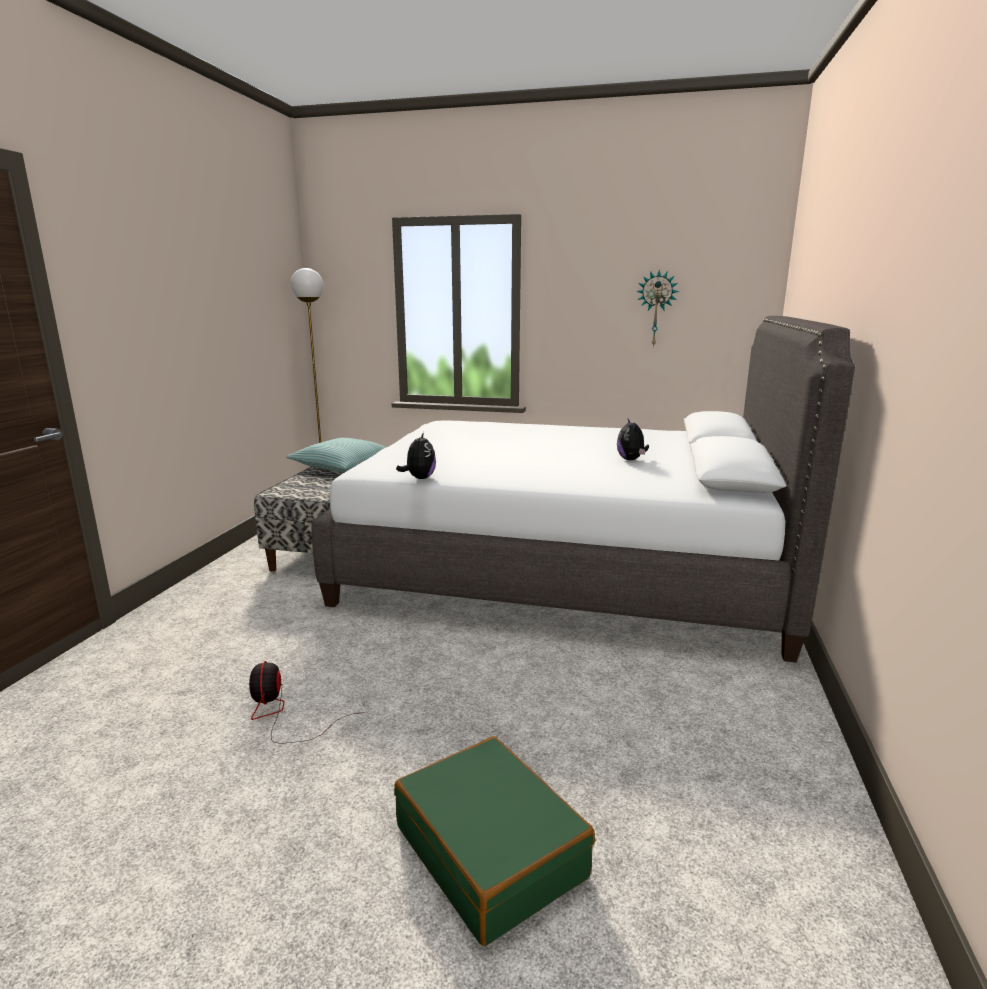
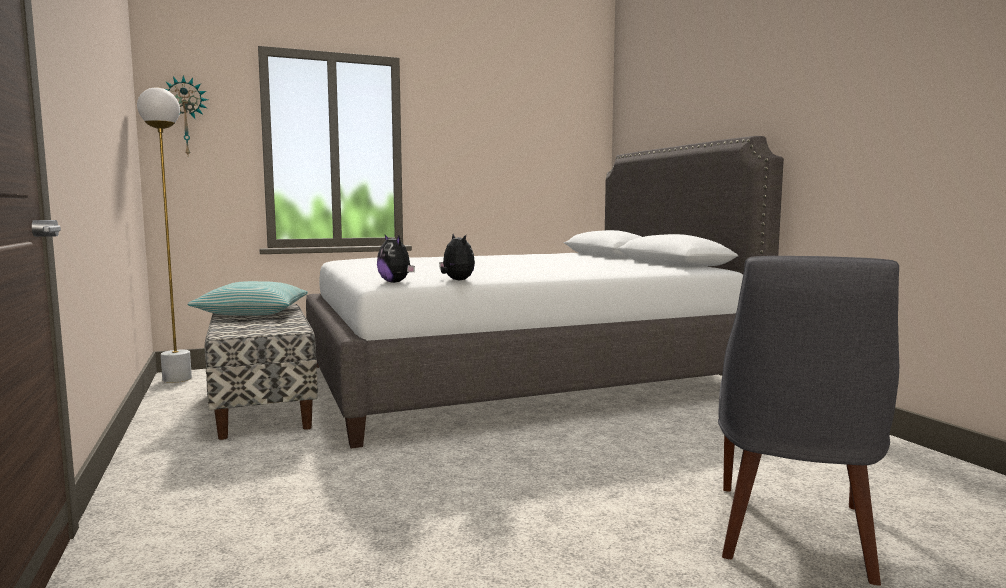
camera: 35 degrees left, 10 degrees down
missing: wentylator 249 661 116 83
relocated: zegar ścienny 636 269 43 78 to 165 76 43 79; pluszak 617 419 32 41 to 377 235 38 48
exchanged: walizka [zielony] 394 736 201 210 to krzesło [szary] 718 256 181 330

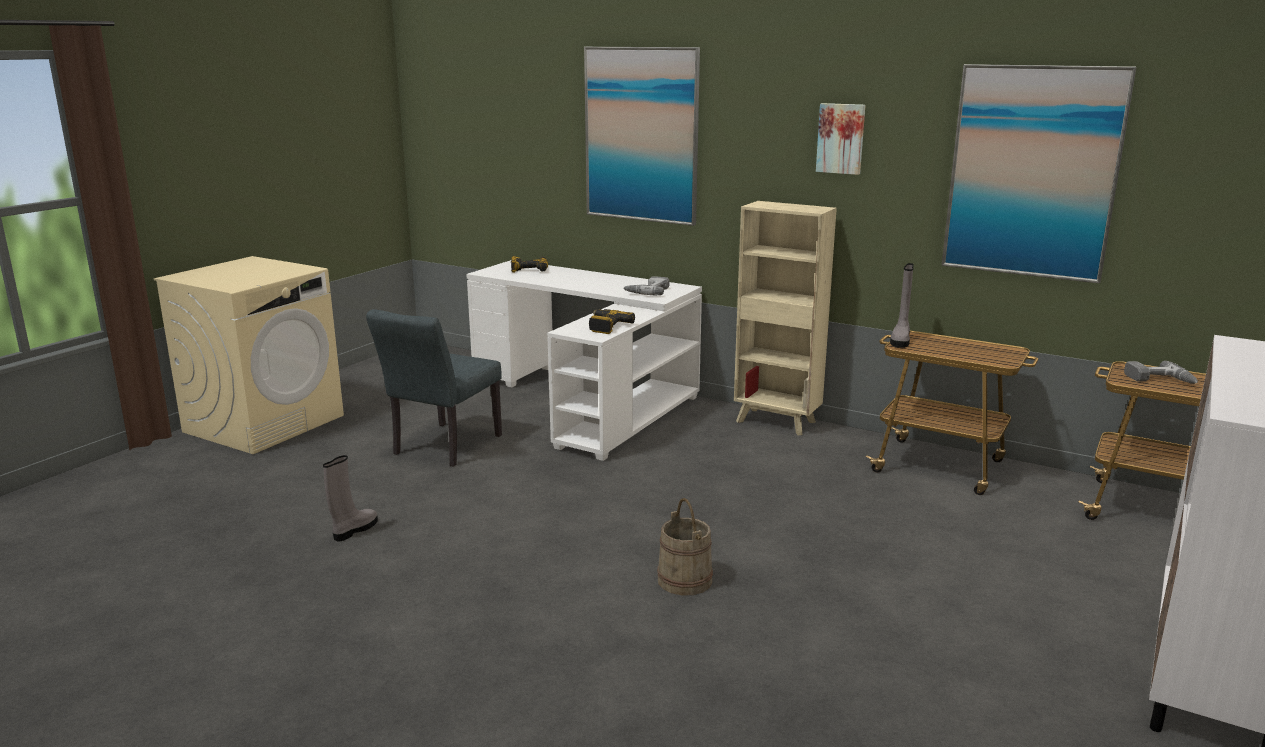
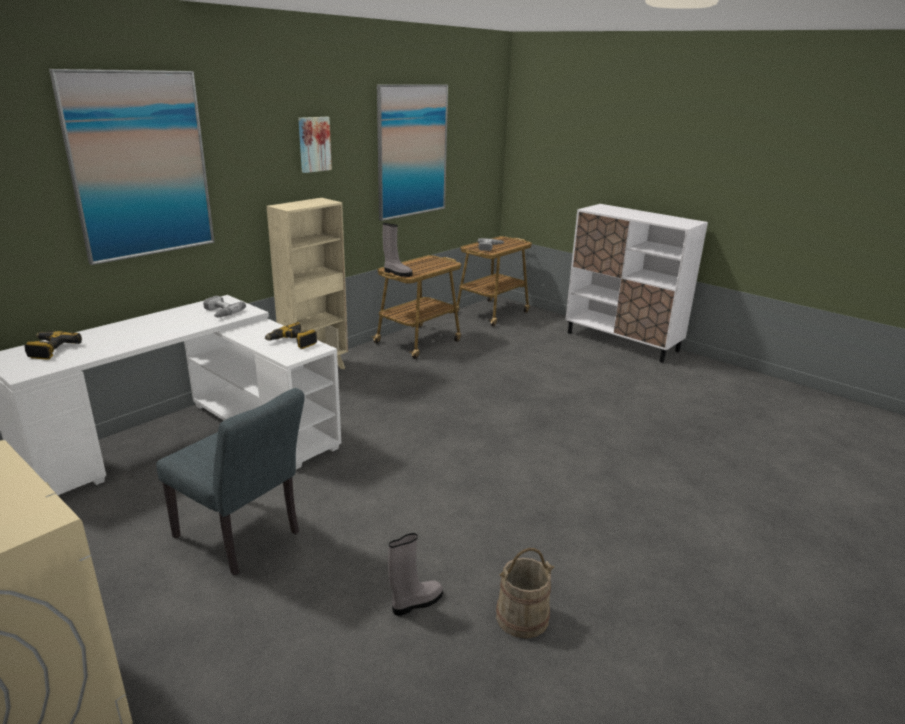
camera: 80 degrees left, 5 degrees up
relocated: wiadro [beżowy] 657 498 56 97 to 496 548 58 91
spun: but z cholewką [szary] 323 455 55 86 = 388 533 55 83 105 degrees clockwise

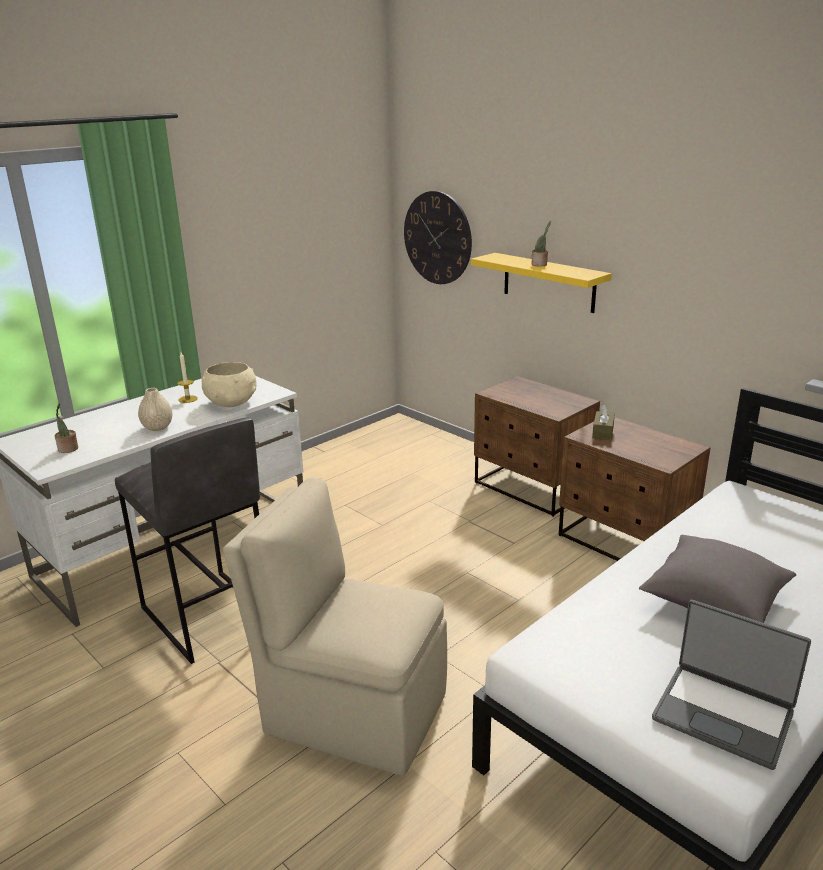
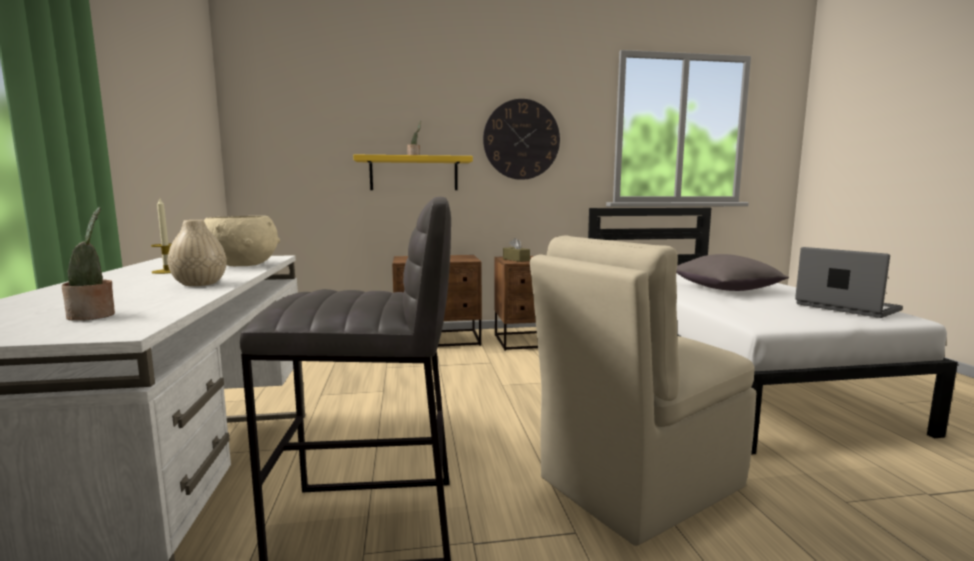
camera: 55 degrees left, 15 degrees down
relocated: zegar ścienny 404 191 68 93 to 483 99 77 81
spun: laptop 652 600 159 170 = 795 247 108 71 105 degrees counterclockwise

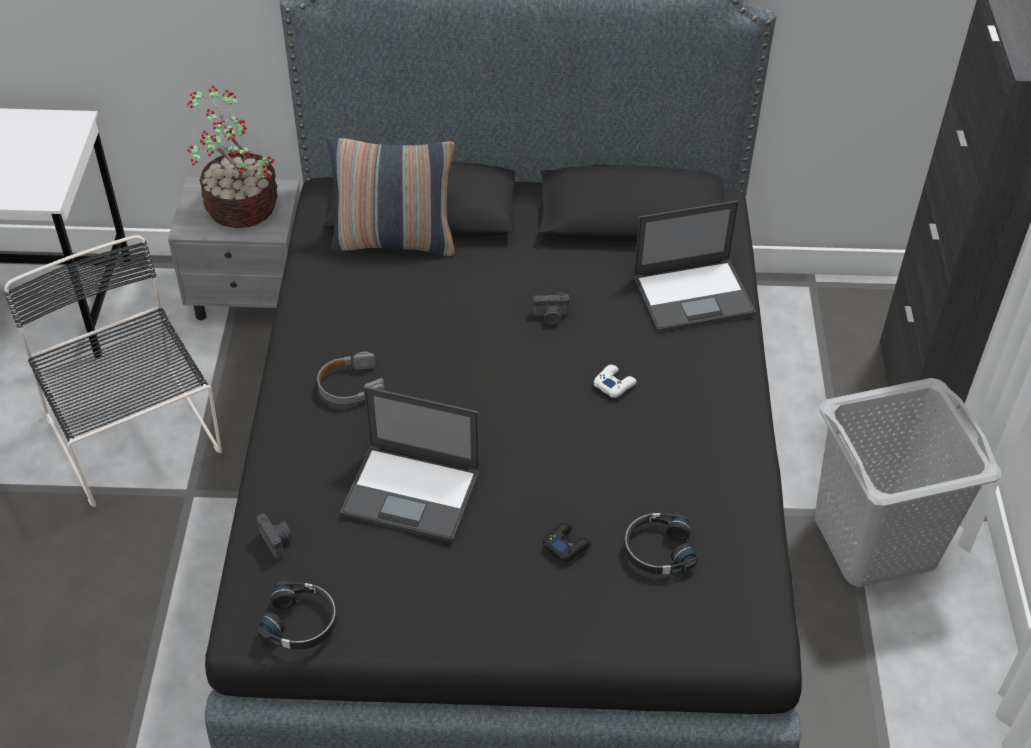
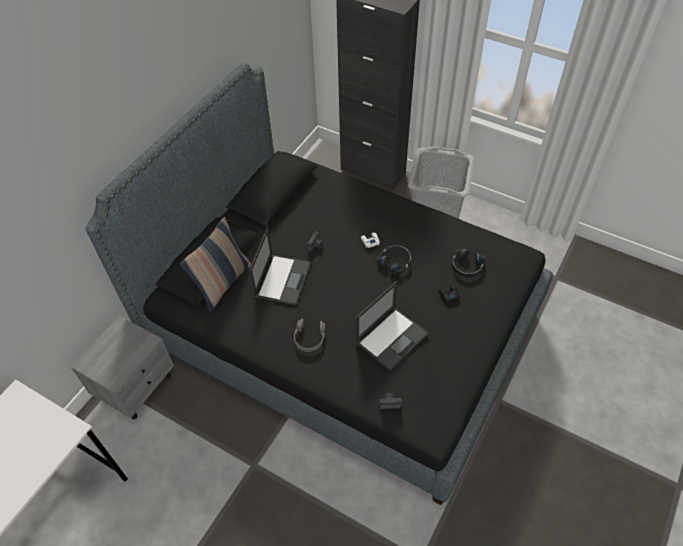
camera: 60 degrees left, 5 degrees up
missing: krzesło [czarny] 4 235 218 272; roślina doniczkowa 187 85 91 143
relocated: laptop 633 200 123 132 to 249 228 62 77; słuchawki [czarny] 257 581 80 69 to 377 245 34 30

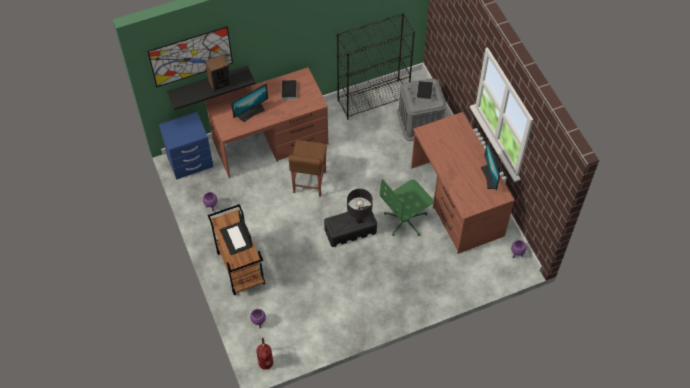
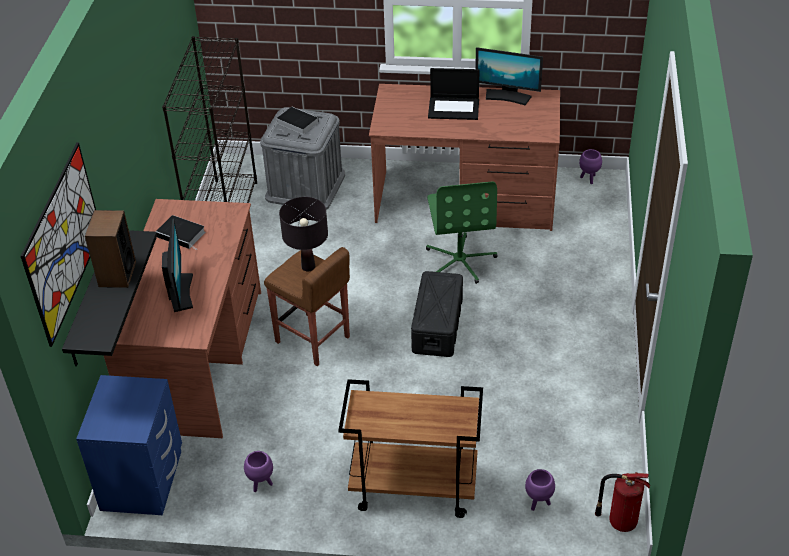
camera: 60 degrees left, 15 degrees down
relocated: lampa stołowa [czarny] 347 189 26 34 to 279 197 49 74; laptop 220 211 32 44 to 428 68 52 52

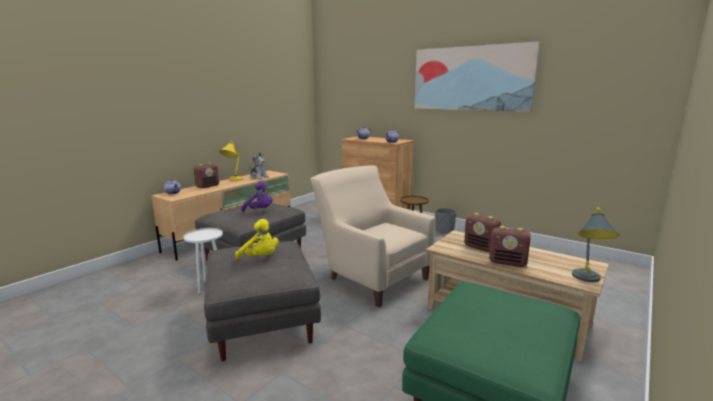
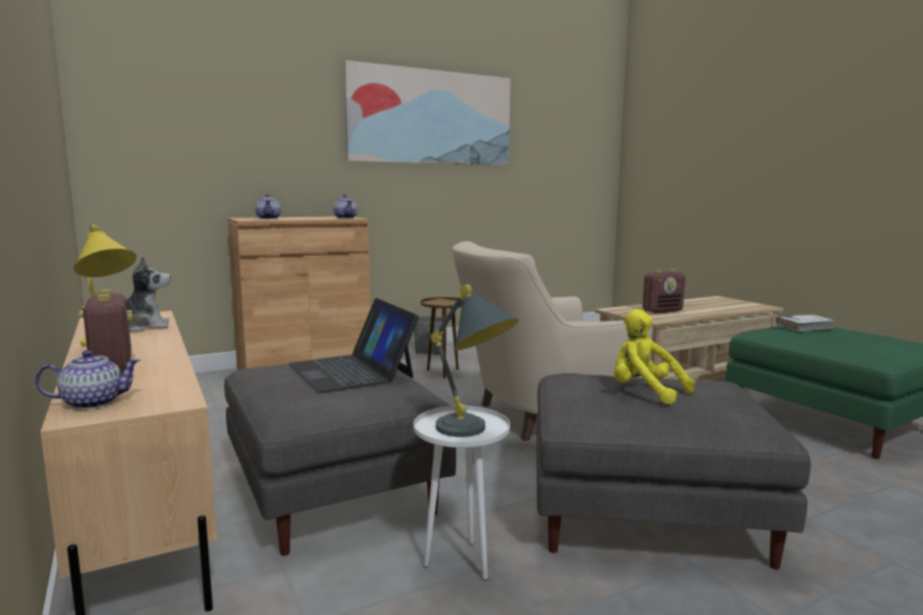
camera: 65 degrees left, 5 degrees down
missing: radio 489 226 42 41
appeared: książka [biały] 776 315 59 17
relocated: lampa stołowa [szary] 572 207 47 75 to 431 284 87 153
exchanged: pluszak [fioletowy] 241 181 32 31 to laptop 289 298 130 95
spun: pluszak [żółty] 235 219 44 40 = 614 309 81 96 105 degrees counterclockwise

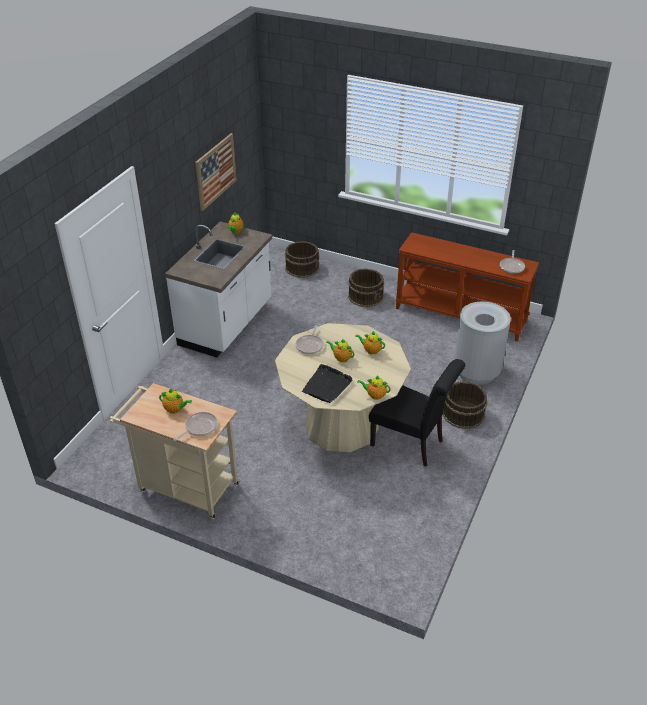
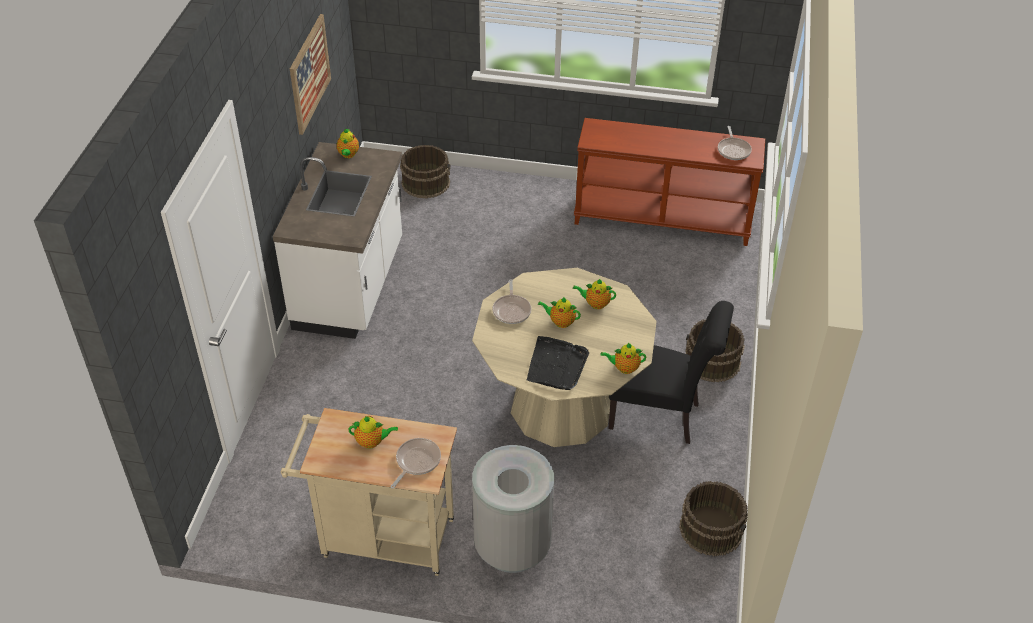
camera: 15 degrees left, 5 degrees up
relocated: kosz na śmieci [szary] 454 302 57 83 to 472 445 82 128; wiadro [brązowy] 348 268 36 39 to 679 481 69 75

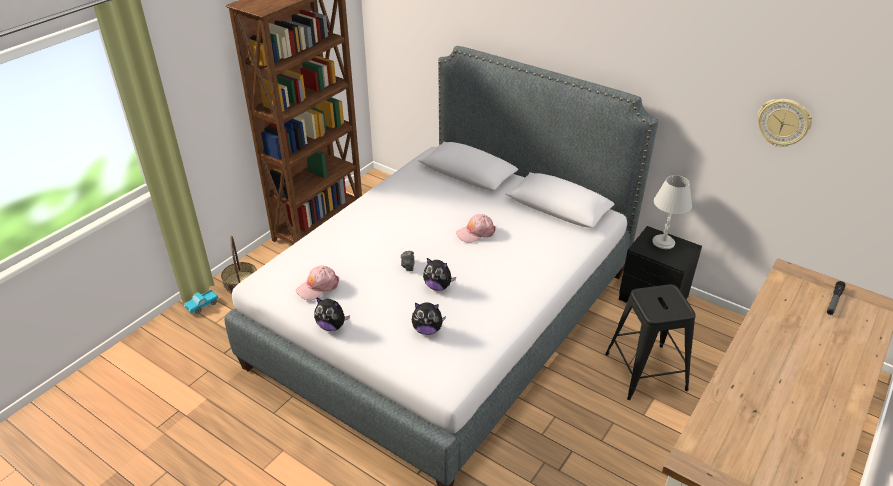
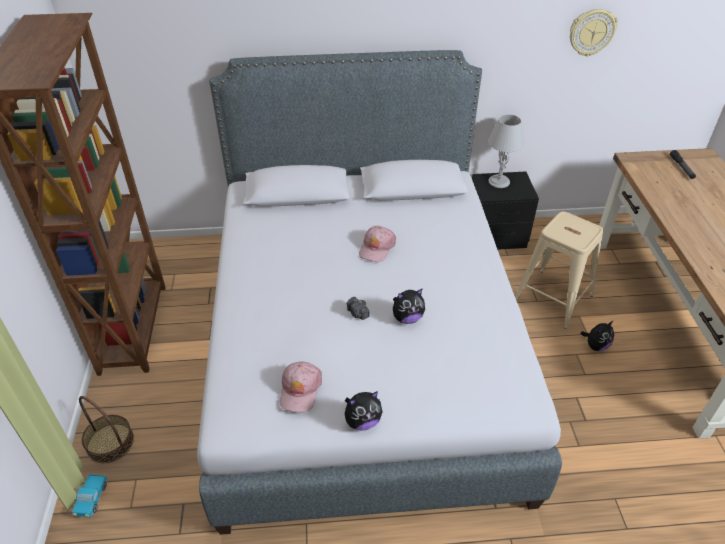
camera: 40 degrees left, 5 degrees up
relocated: pluszak 412 302 34 33 to 581 320 33 31
colour: stołek [czarny] 605 284 91 116 to stołek [beżowy] 515 211 89 118

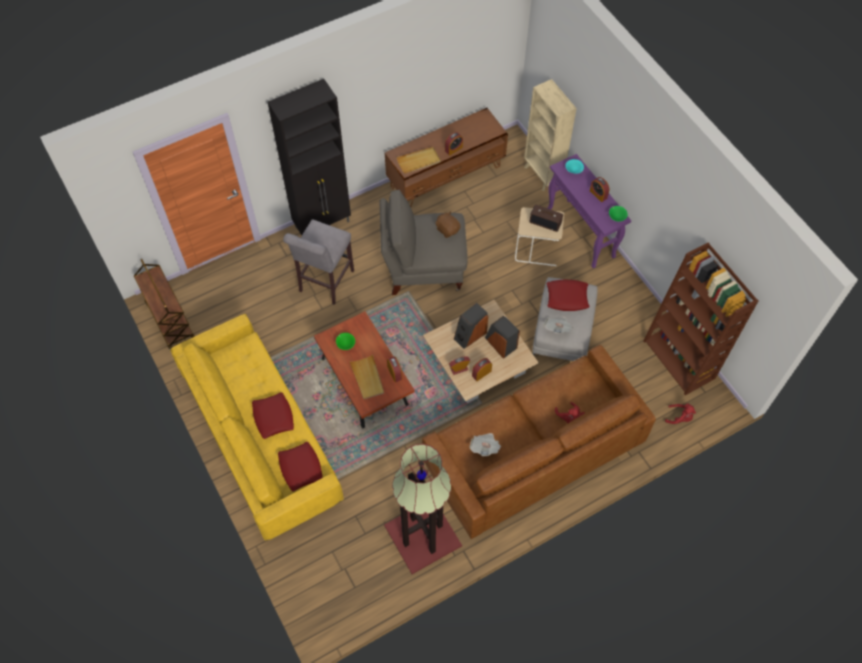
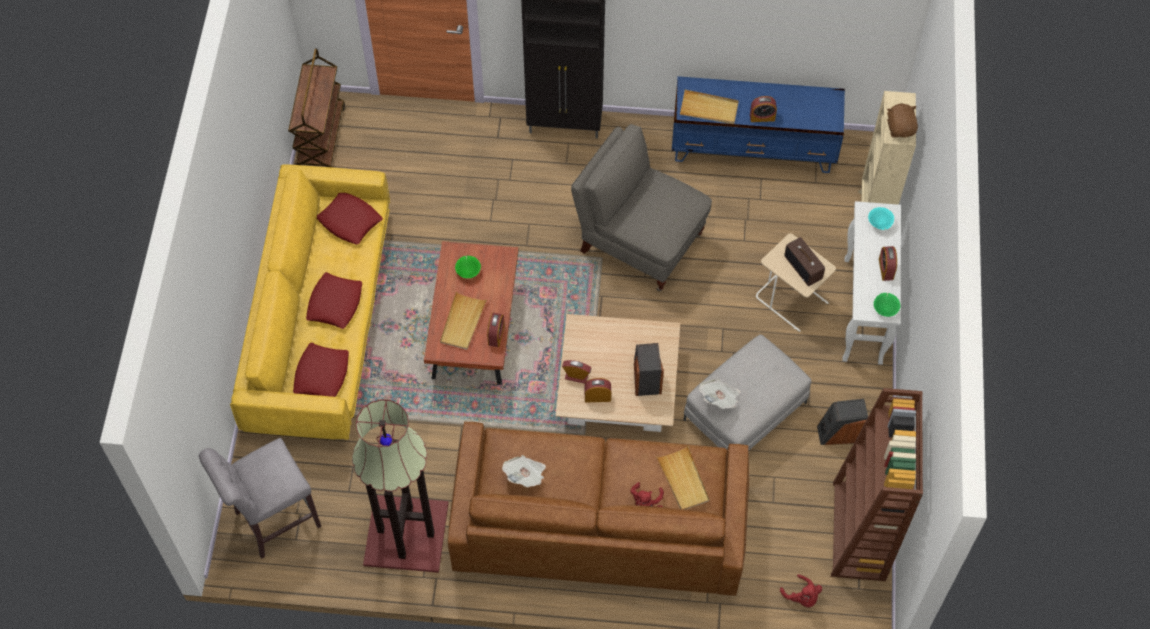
camera: 35 degrees right, 0 degrees up
appeared: taca [beżowy] 656 446 54 64
relocated: stołek [szary] 283 219 71 86 to 199 438 122 121; poduszka [czerwony] 547 280 42 31 to 317 193 66 52; głośnik 454 303 34 46 to 817 399 51 46; pluszak [brązowy] 435 211 26 27 to 887 104 31 34
colour: szafka pod telewizor [brązowy] 385 108 123 99 to szafka pod telewizor [niebieski] 672 76 173 97; stolik konsolowy [fioletowy] 548 154 83 115 to stolik konsolowy [biały] 843 201 58 164

